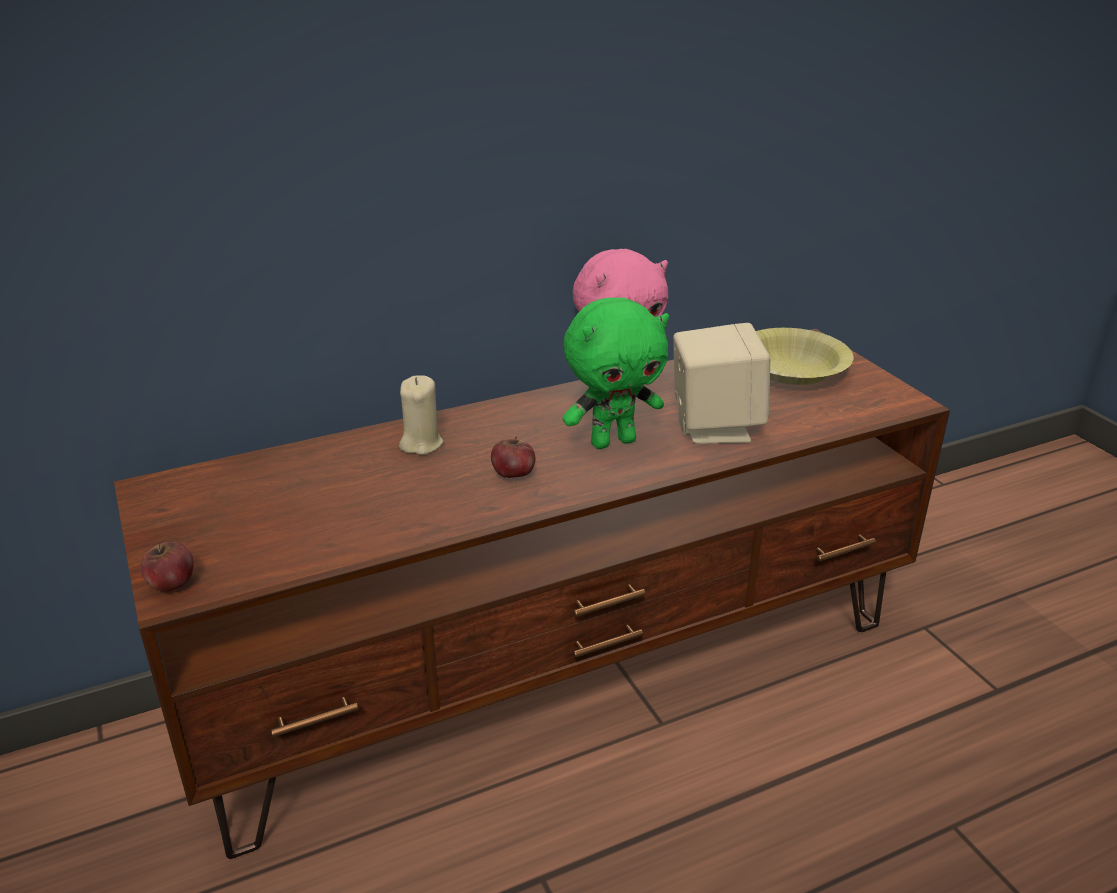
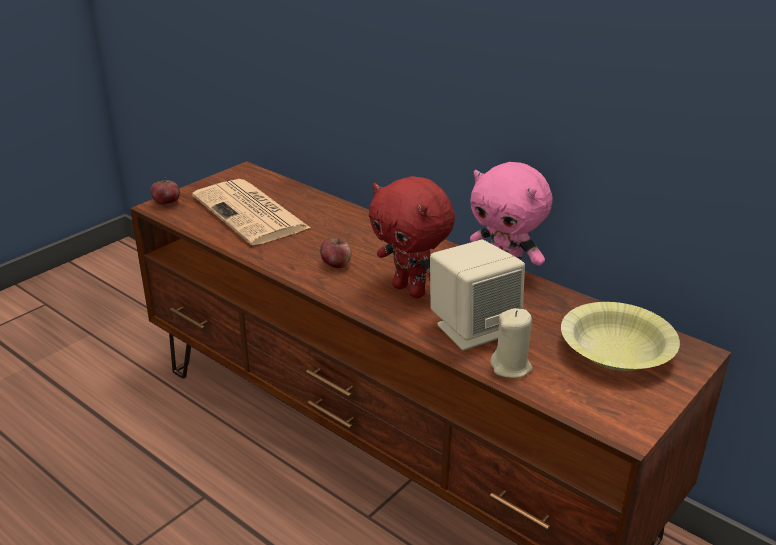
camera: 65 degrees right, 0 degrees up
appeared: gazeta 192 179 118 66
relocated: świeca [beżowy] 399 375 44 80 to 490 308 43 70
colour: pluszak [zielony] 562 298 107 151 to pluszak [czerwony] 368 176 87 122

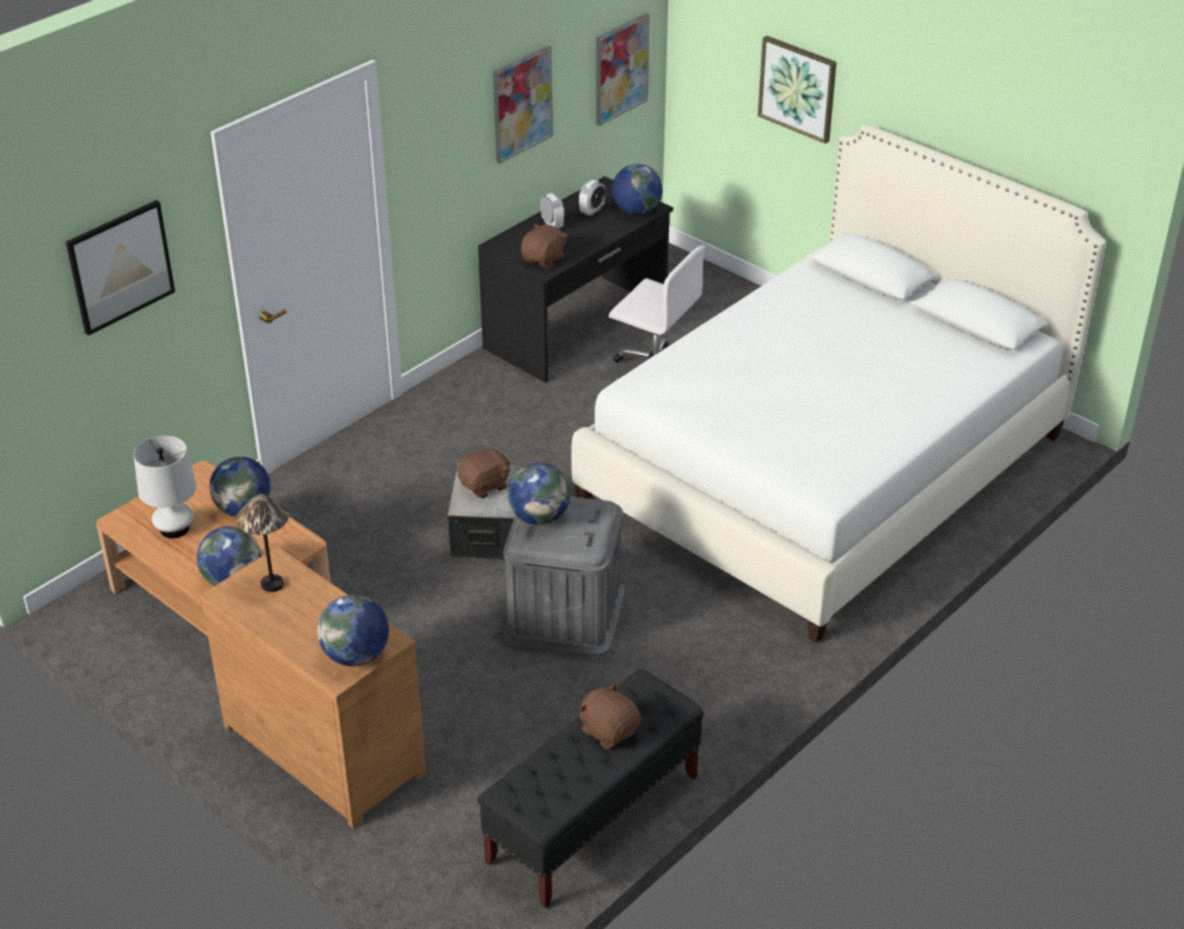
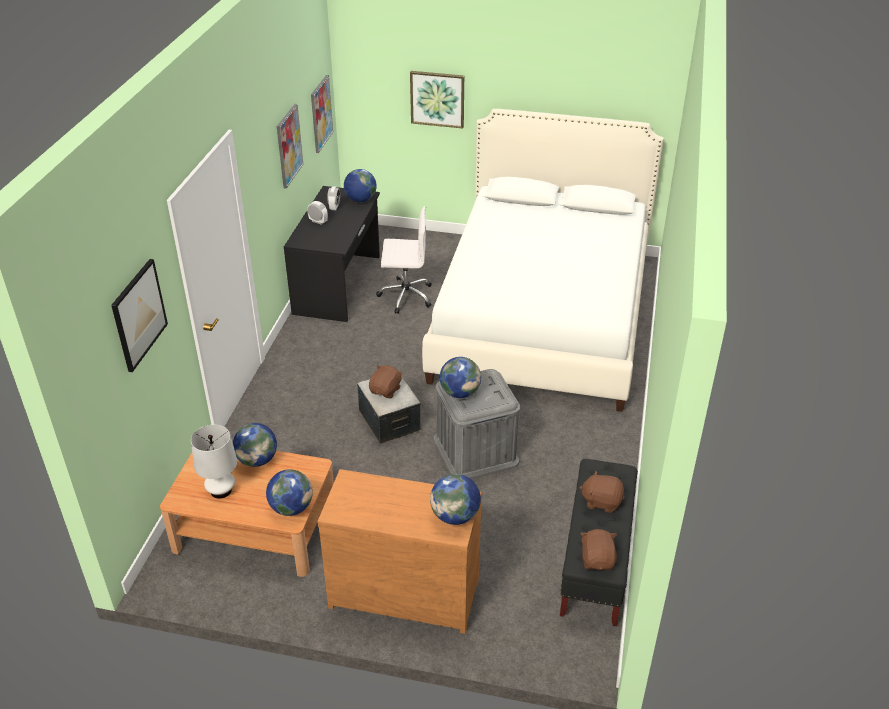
camera: 30 degrees left, 0 degrees up
missing: lampa stołowa 236 494 53 98
relocated: pluszak [brązowy] 521 224 47 45 to 580 529 37 41

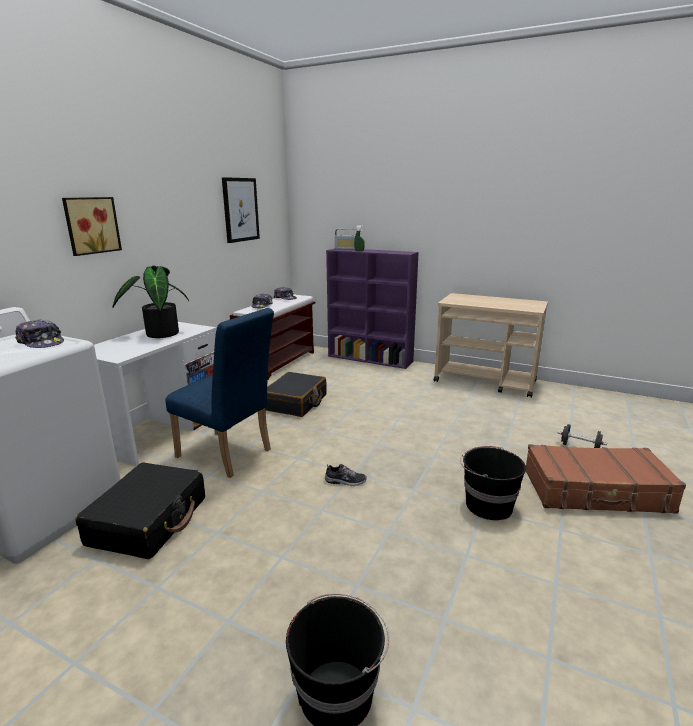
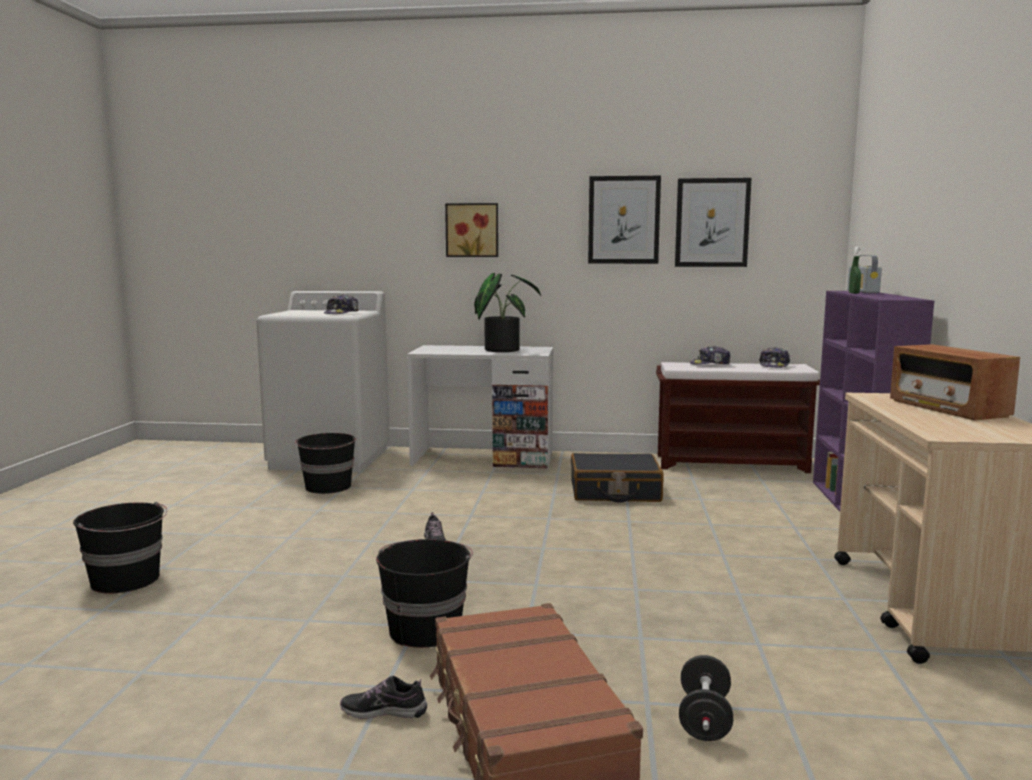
camera: 70 degrees right, 10 degrees down
missing: krzesło [niebieski] 165 308 109 170
appeared: but 340 676 87 43; obraz 588 176 73 88; radio 890 344 130 76
exchanged: walizka [czarny] 75 463 130 96 to wiadro [czarny] 295 433 61 61

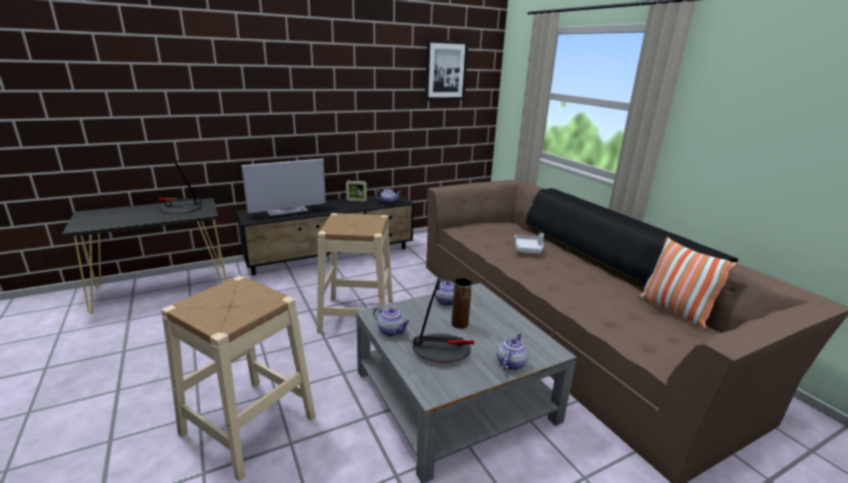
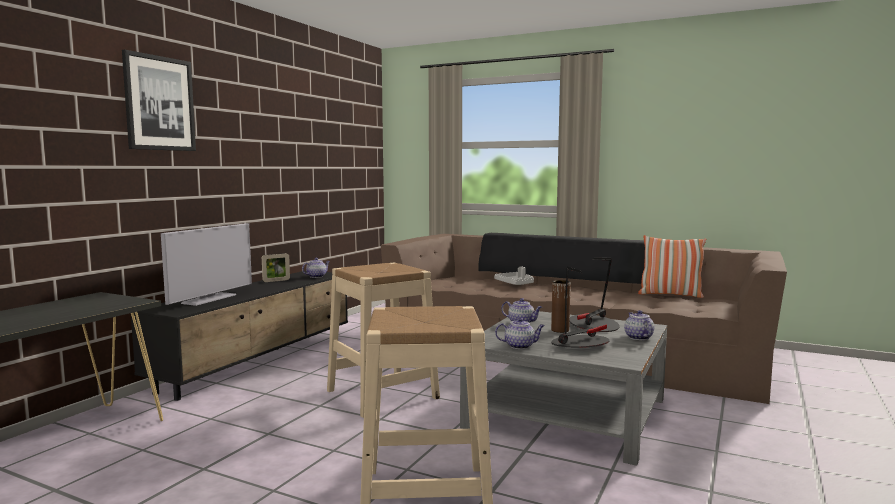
camera: 35 degrees left, 15 degrees down
relocated: obraz 425 40 43 60 to 122 50 74 101; lampa stołowa 158 160 45 54 to 570 257 49 75

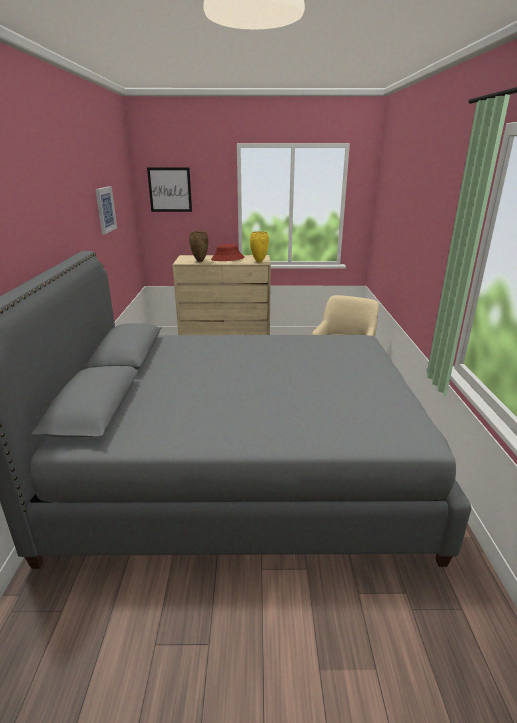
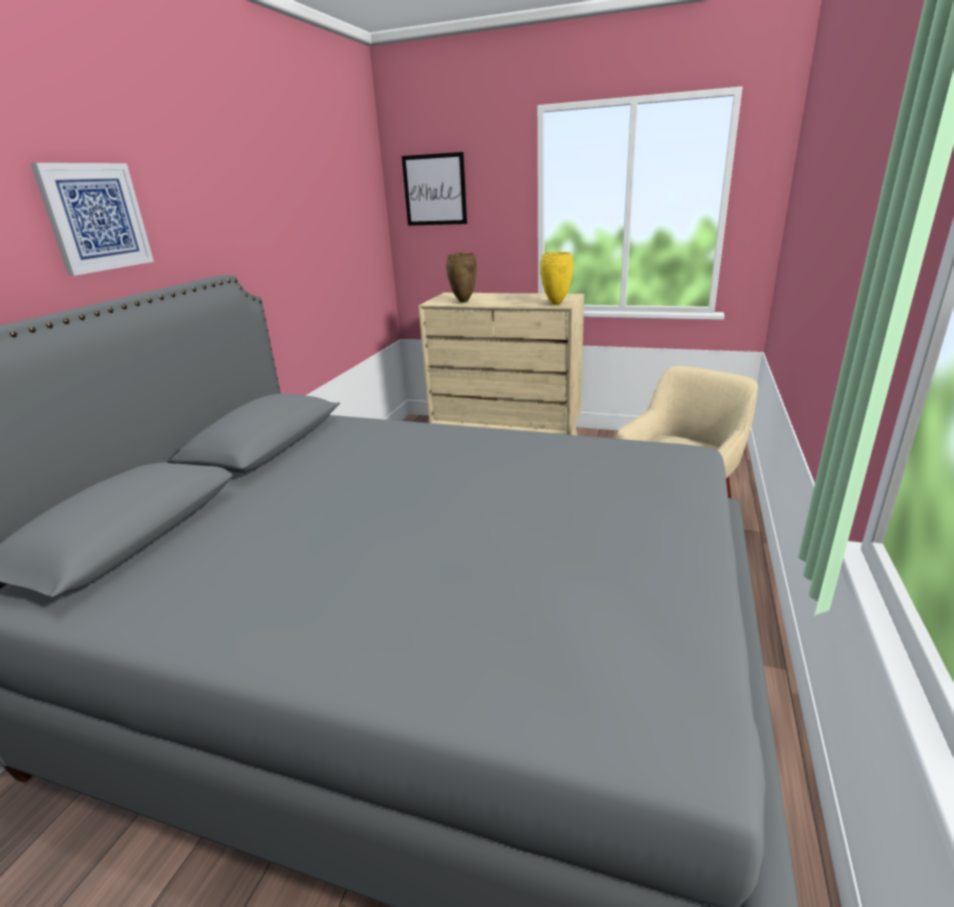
camera: 20 degrees right, 0 degrees up
missing: kapelusz [czerwony] 211 244 34 17
relocated: obraz 95 186 22 48 to 30 163 124 113

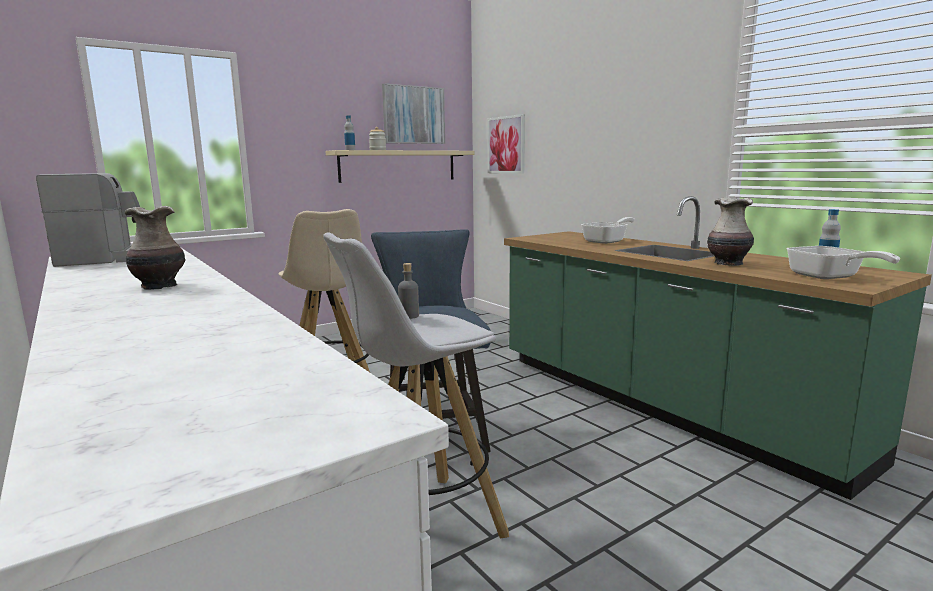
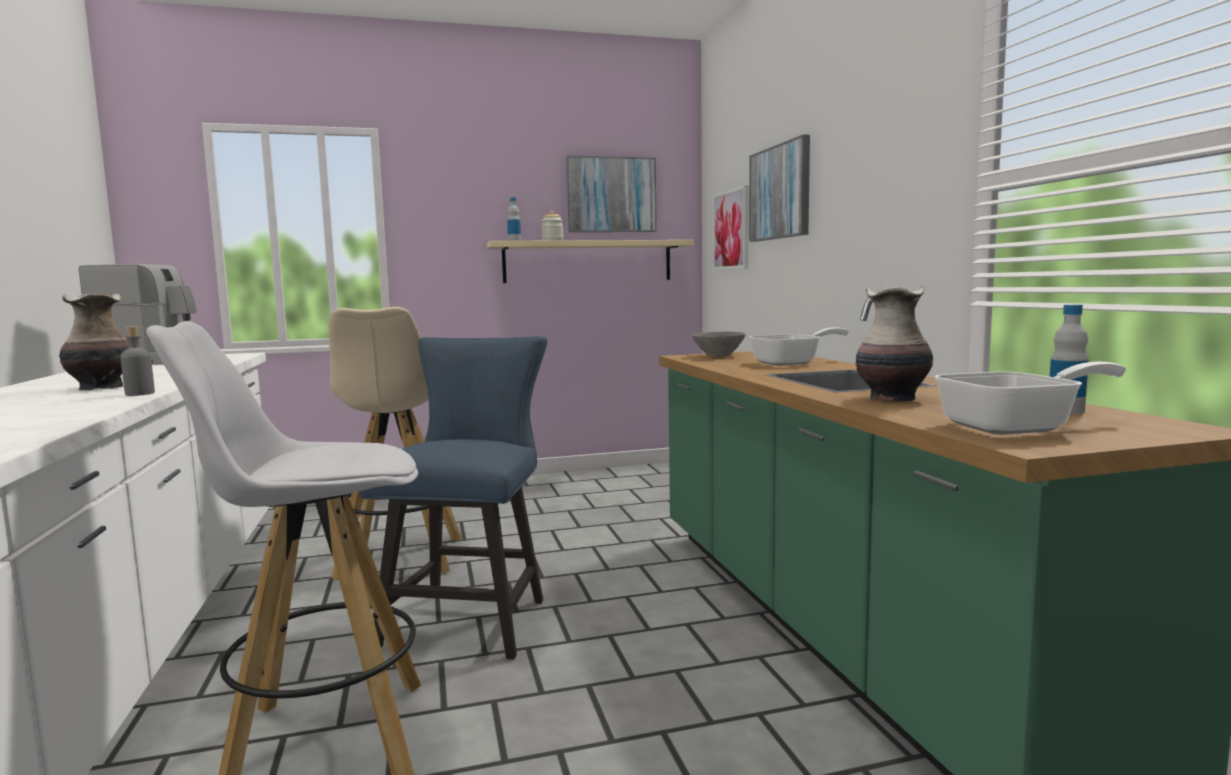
camera: 20 degrees right, 5 degrees down
appeared: miska [szary] 692 331 54 26; obraz 749 134 61 108
relocated: butelka [szary] 398 263 21 56 to 120 326 35 70
spun: patelnia 786 246 114 33 = 935 361 191 74 105 degrees counterclockwise

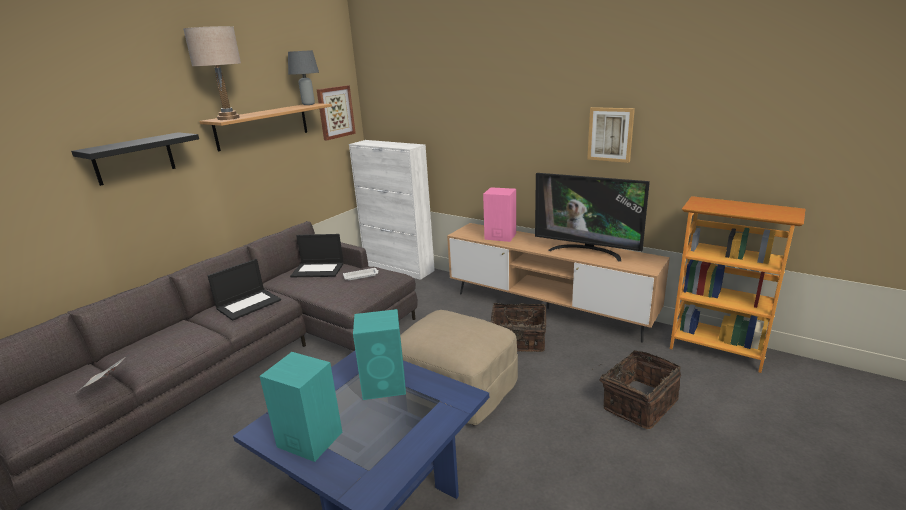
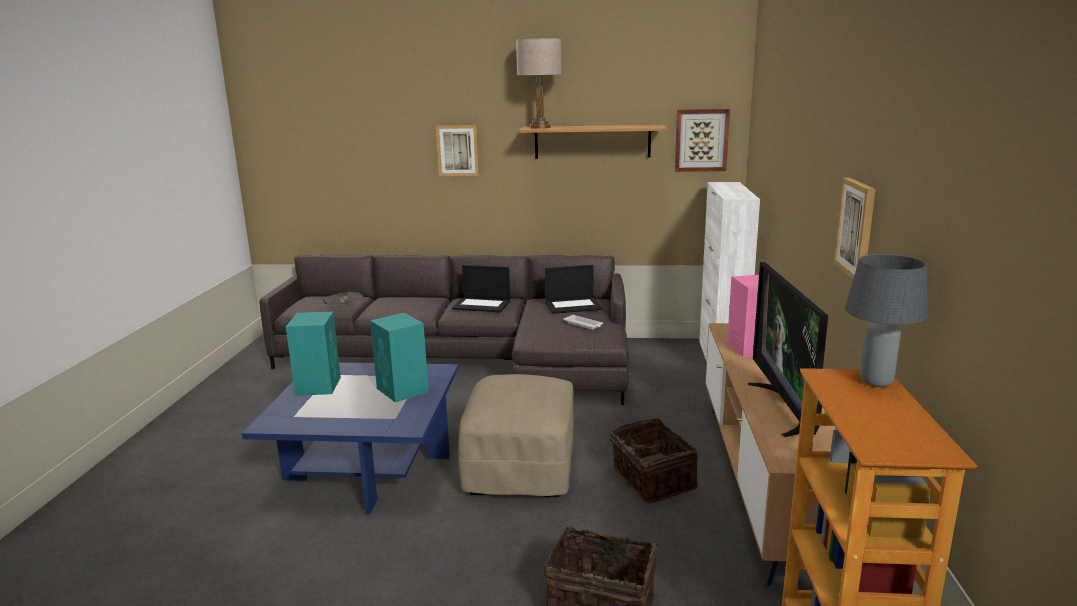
camera: 60 degrees right, 5 degrees down
relocated: lampa stołowa [szary] 288 50 31 55 to 845 254 83 133
exchanged: półka [czarny] 71 132 128 54 to obraz 436 125 43 51
spun: laptop 290 234 54 43 = 545 265 57 49 75 degrees counterclockwise

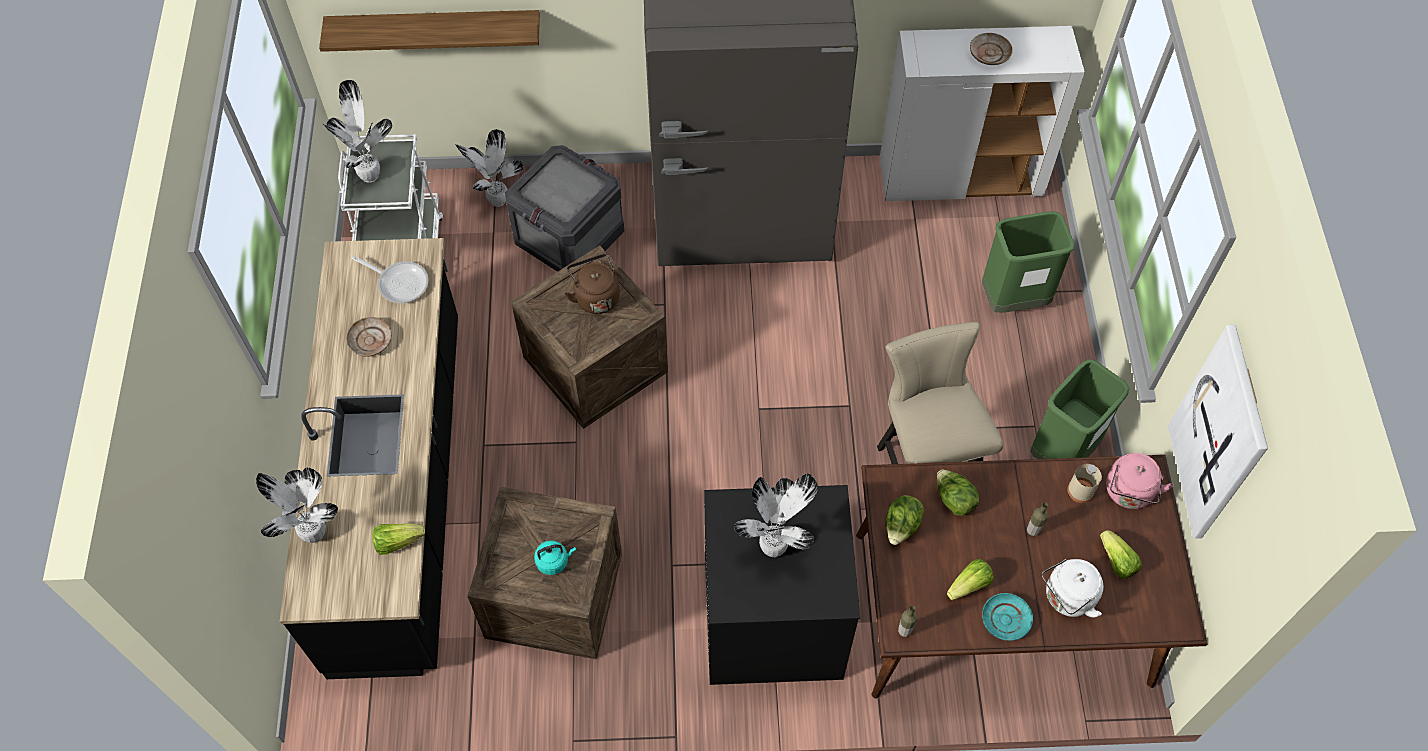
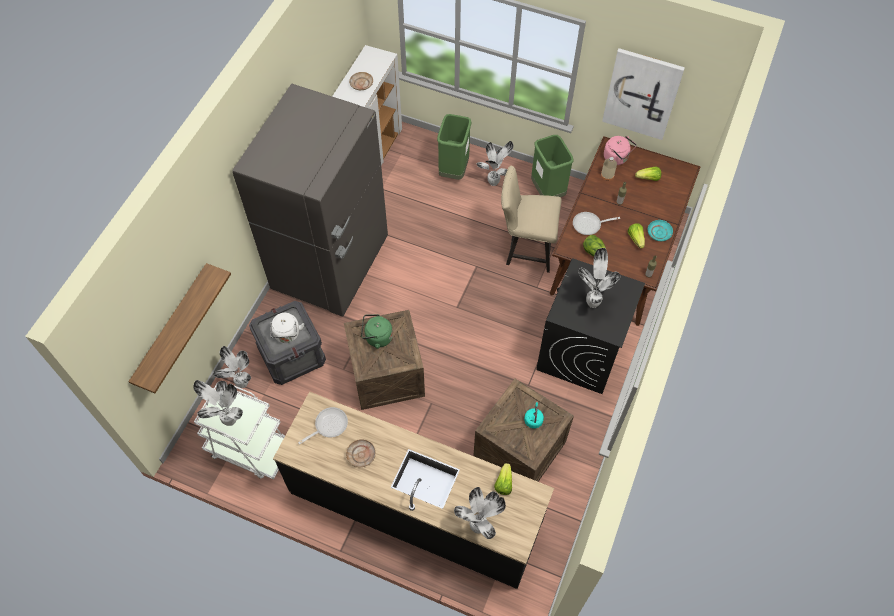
camera: 65 degrees left, 0 degrees up
appeared: roślina doniczkowa 477 141 37 45
relocated: czajnik [biały] 1042 559 61 59 to 270 313 34 30
exchanged: sałata 937 469 42 47 to patelnia 573 212 47 23
colour: czajnik [brązowy] 565 254 55 60 to czajnik [zielony] 361 314 32 35

